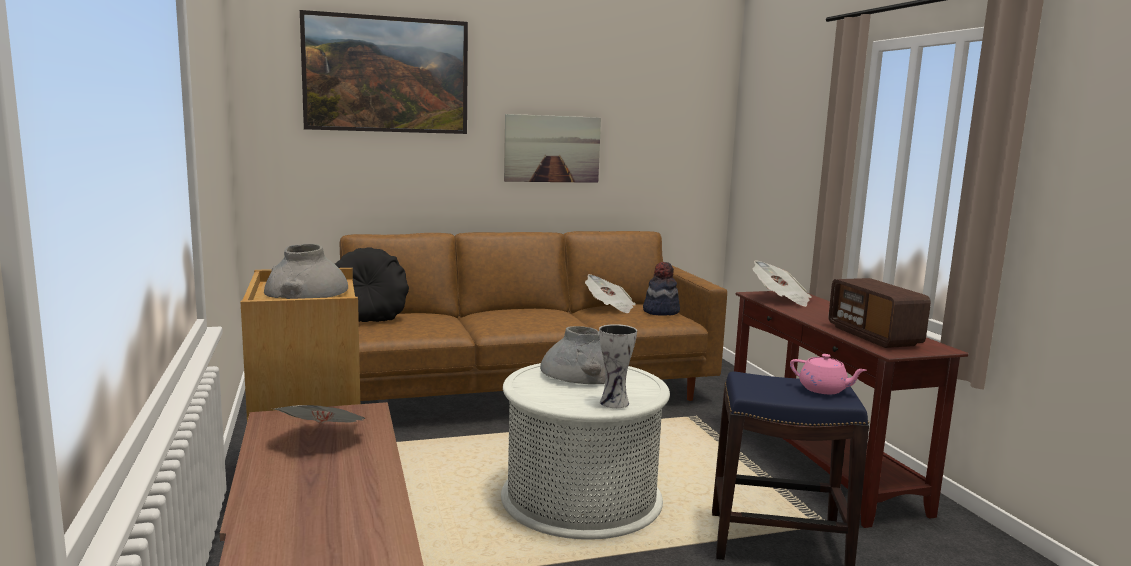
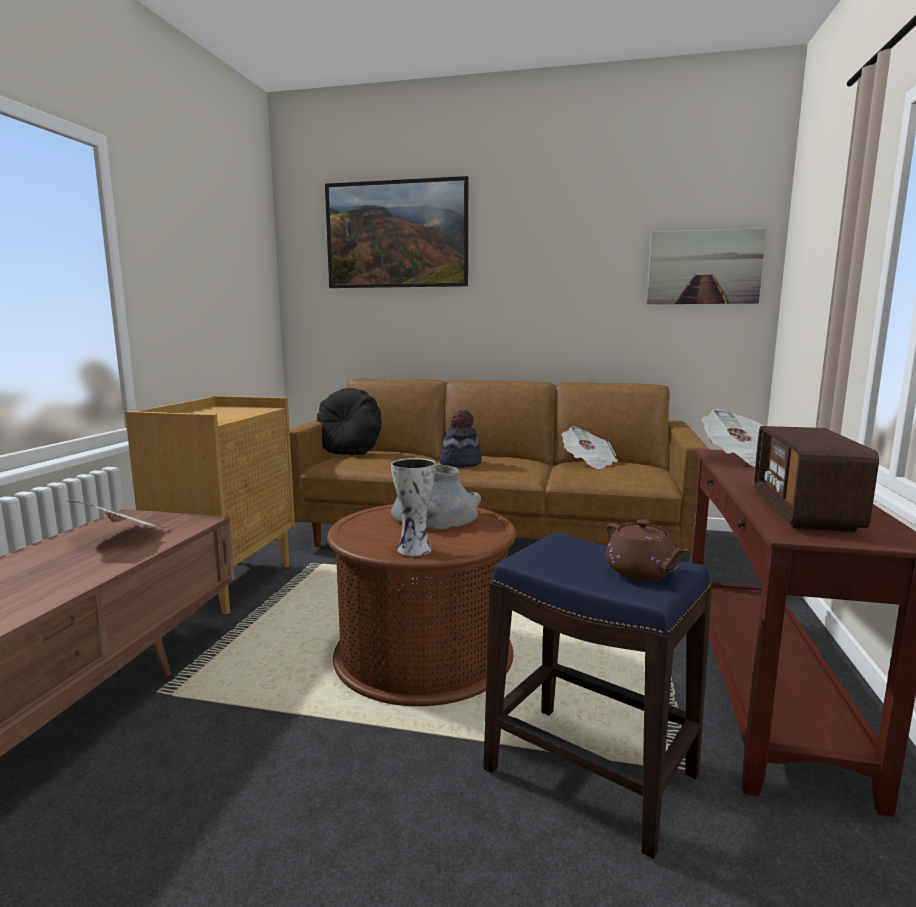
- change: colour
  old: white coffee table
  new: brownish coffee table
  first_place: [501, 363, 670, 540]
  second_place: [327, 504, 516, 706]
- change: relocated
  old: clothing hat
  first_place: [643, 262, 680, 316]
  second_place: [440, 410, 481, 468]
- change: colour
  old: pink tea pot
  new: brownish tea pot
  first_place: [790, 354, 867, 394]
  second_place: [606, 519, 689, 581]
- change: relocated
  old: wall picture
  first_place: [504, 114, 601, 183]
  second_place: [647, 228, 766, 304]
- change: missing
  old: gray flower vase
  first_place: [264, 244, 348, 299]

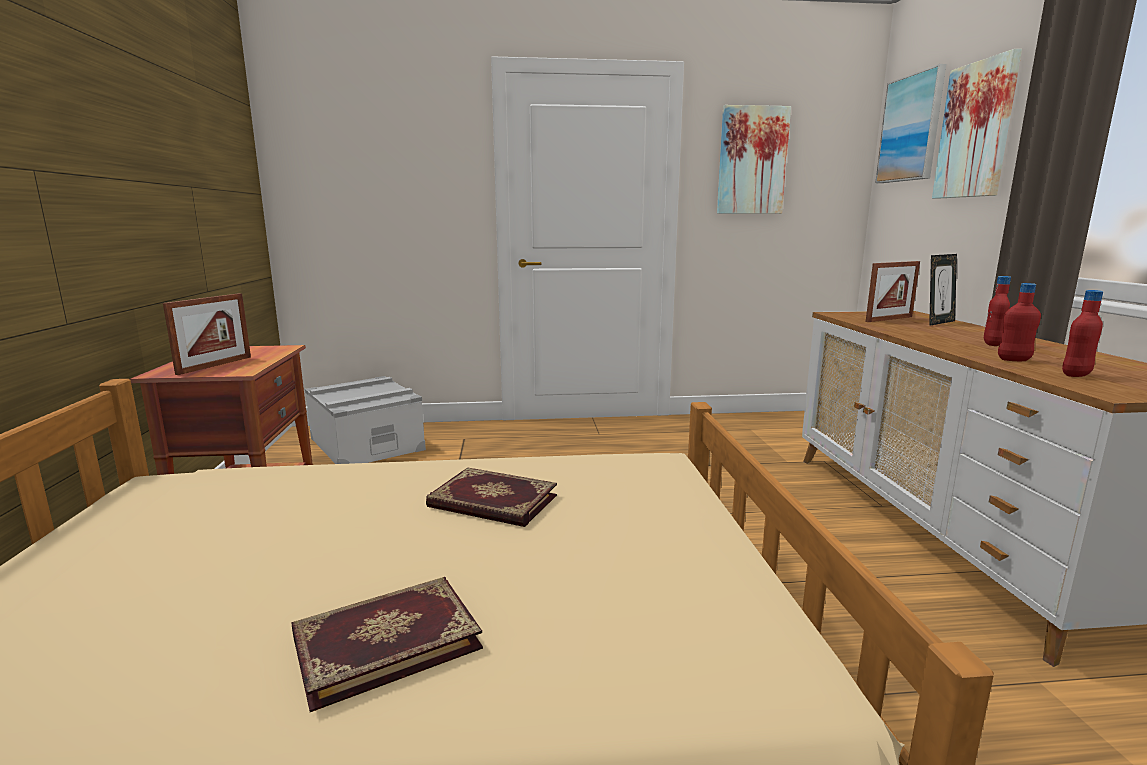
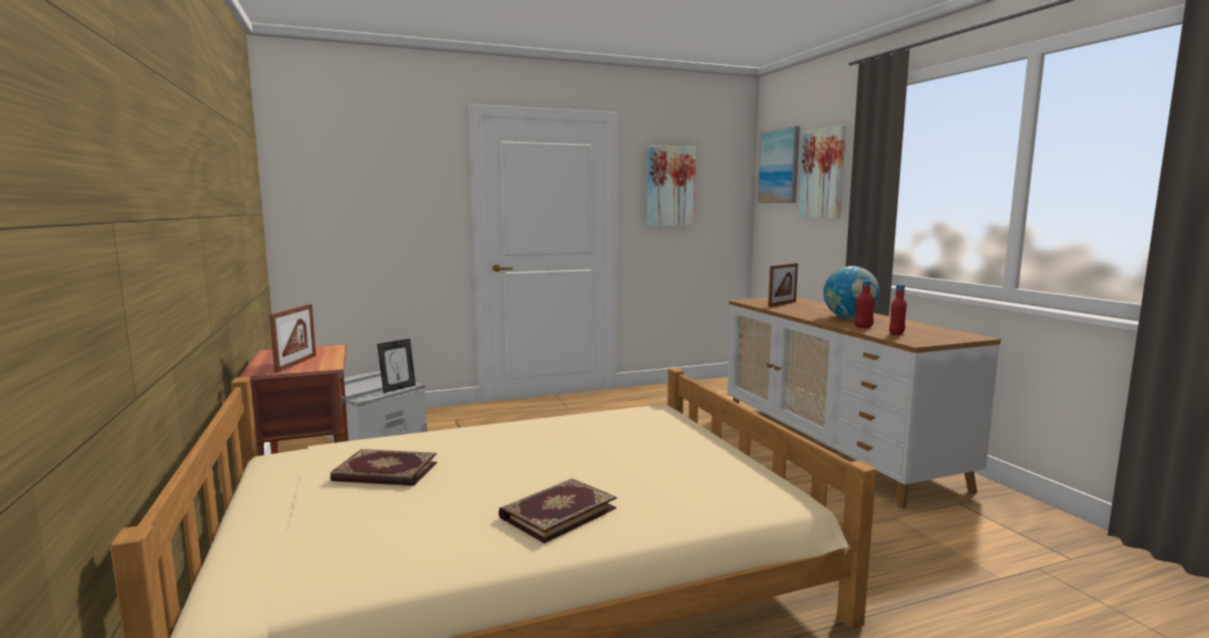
- change: relocated
  old: book
  first_place: [426, 467, 557, 527]
  second_place: [330, 449, 437, 486]
- change: relocated
  old: photo frame
  first_place: [929, 254, 957, 326]
  second_place: [377, 339, 416, 393]
- change: exchanged
  old: red drink bottle
  new: globe
  first_place: [984, 276, 1011, 346]
  second_place: [823, 266, 880, 319]

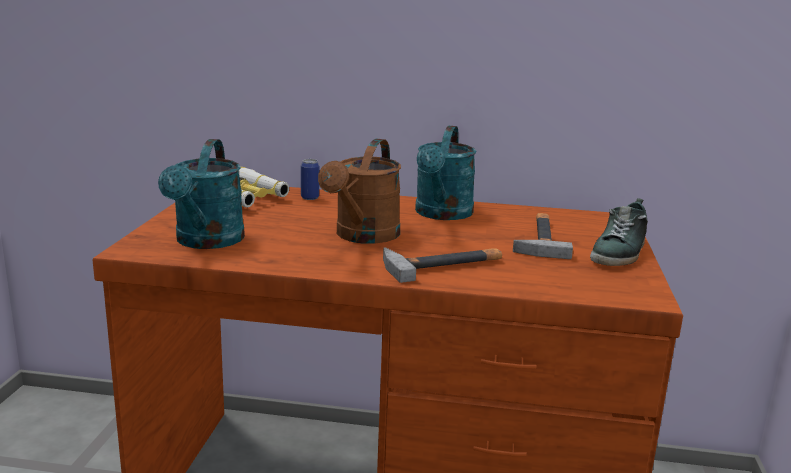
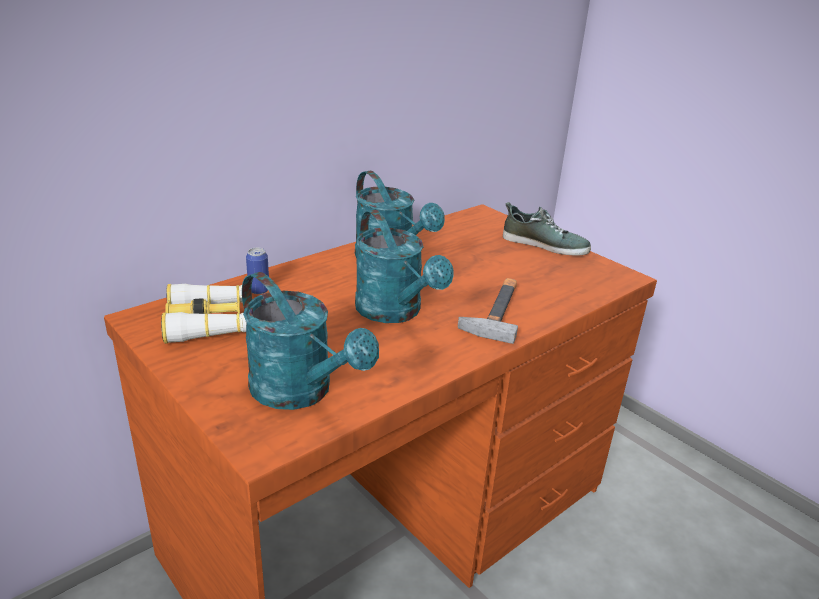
- change: colour
  old: brownish watering pot
  new: blue-green watering pot
  first_place: [318, 139, 401, 244]
  second_place: [355, 210, 453, 323]
- change: spun
  old: low shoe
  first_place: [590, 198, 648, 266]
  second_place: [503, 202, 591, 256]
  degrees: -45
- change: missing
  old: hammer
  first_place: [513, 213, 573, 259]

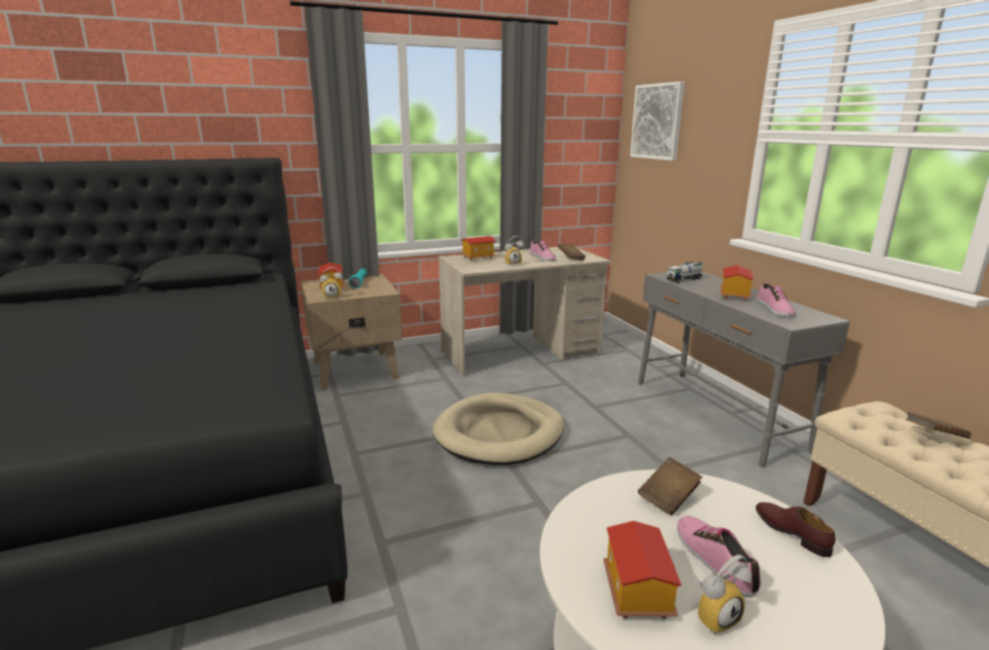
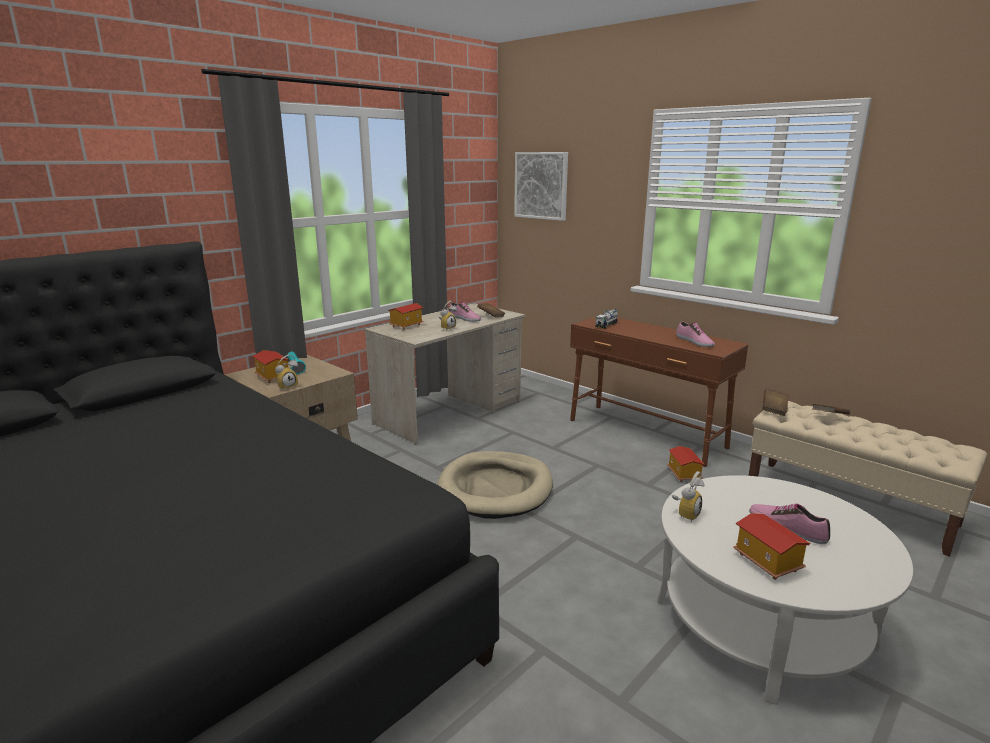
- change: colour
  old: gray console table
  new: brownish console table
  first_place: [638, 272, 850, 467]
  second_place: [570, 317, 748, 467]
- change: relocated
  old: model house
  first_place: [720, 265, 754, 301]
  second_place: [667, 446, 704, 482]
- change: relocated
  old: bedside clock
  first_place: [693, 555, 752, 635]
  second_place: [671, 471, 705, 522]
- change: relocated
  old: brownish book
  first_place: [638, 457, 702, 516]
  second_place: [762, 388, 788, 416]
- change: missing
  old: brownish low shoe
  first_place: [756, 502, 835, 557]

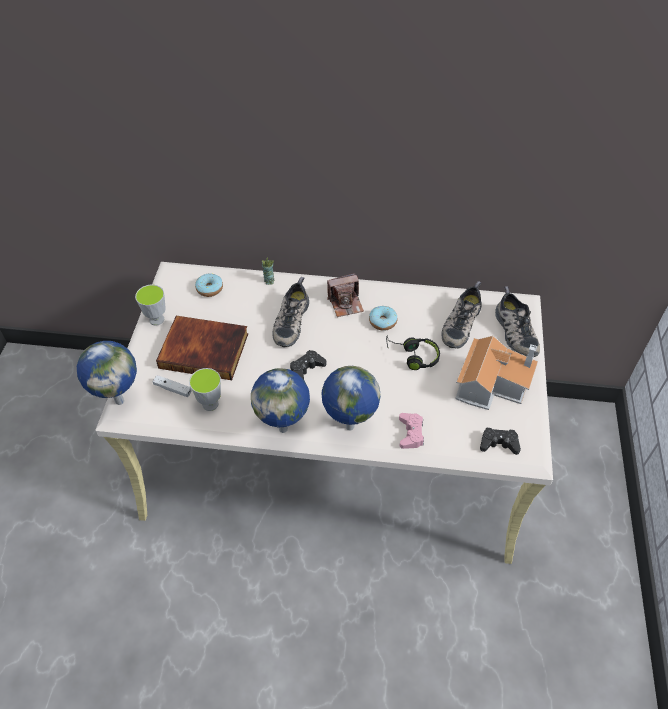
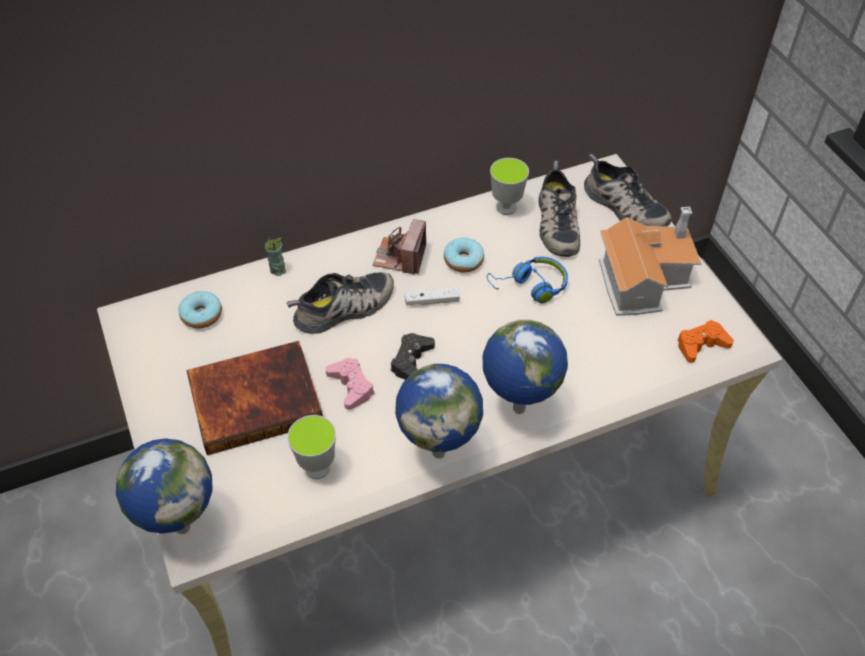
- change: spun
  old: low shoe
  first_place: [272, 277, 309, 347]
  second_place: [287, 272, 394, 334]
  degrees: -105
- change: relocated
  old: pink joypad
  first_place: [399, 413, 424, 449]
  second_place: [325, 358, 374, 410]
- change: spun
  old: photo camera
  first_place: [327, 273, 364, 317]
  second_place: [373, 219, 426, 275]
  degrees: 150
- change: relocated
  old: white joypad
  first_place: [153, 375, 192, 397]
  second_place: [405, 287, 460, 305]
- change: colour
  old: black-coloured headset
  new: blue headset
  first_place: [386, 336, 440, 370]
  second_place: [487, 257, 568, 303]
- change: relocated
  old: small cup
  first_place: [135, 285, 166, 325]
  second_place: [490, 158, 529, 215]
- change: colour
  old: black-coloured joypad
  new: orange-coloured joypad
  first_place: [480, 428, 521, 455]
  second_place: [678, 320, 734, 363]

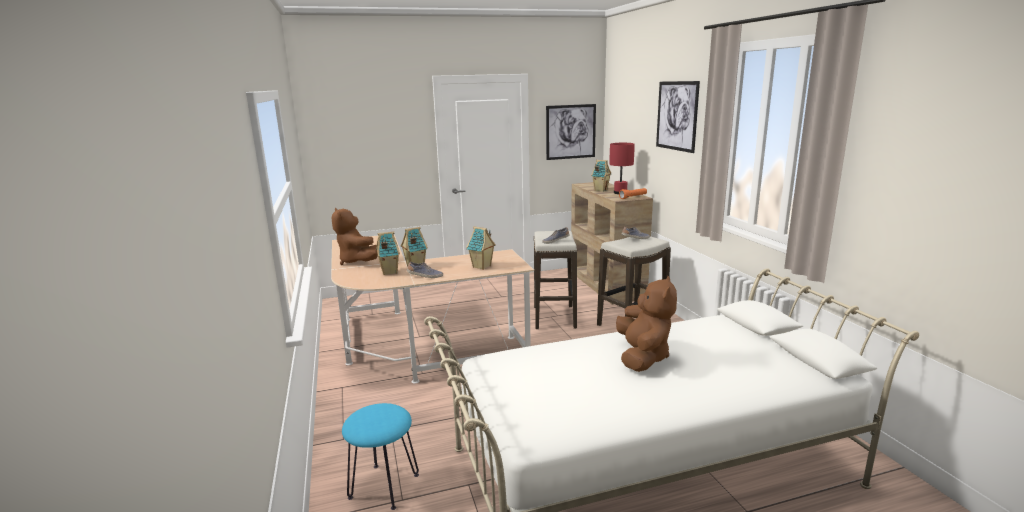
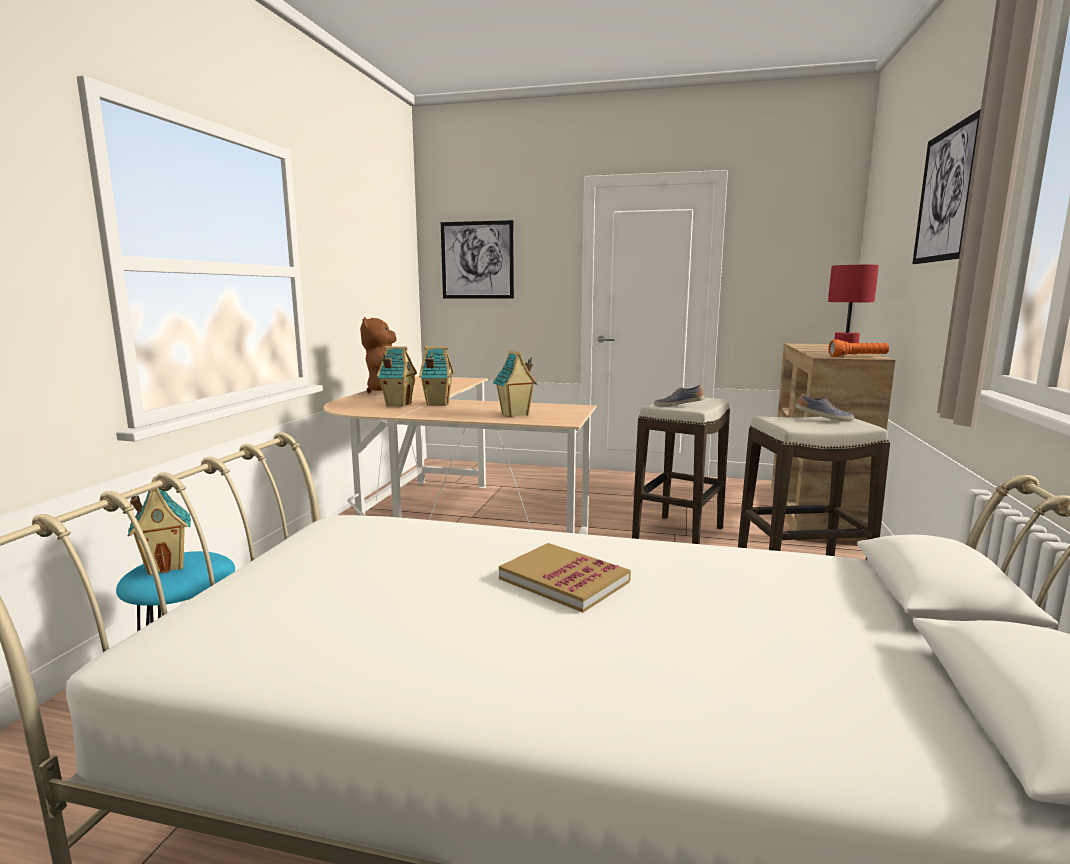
- change: relocated
  old: model house
  first_place: [591, 160, 611, 191]
  second_place: [128, 477, 191, 575]
- change: relocated
  old: wall picture
  first_place: [546, 104, 596, 160]
  second_place: [441, 220, 514, 299]
- change: exchanged
  old: brownish soft toy
  new: book
  first_place: [616, 276, 677, 372]
  second_place: [499, 543, 631, 613]
- change: missing
  old: low shoe
  first_place: [407, 262, 443, 278]

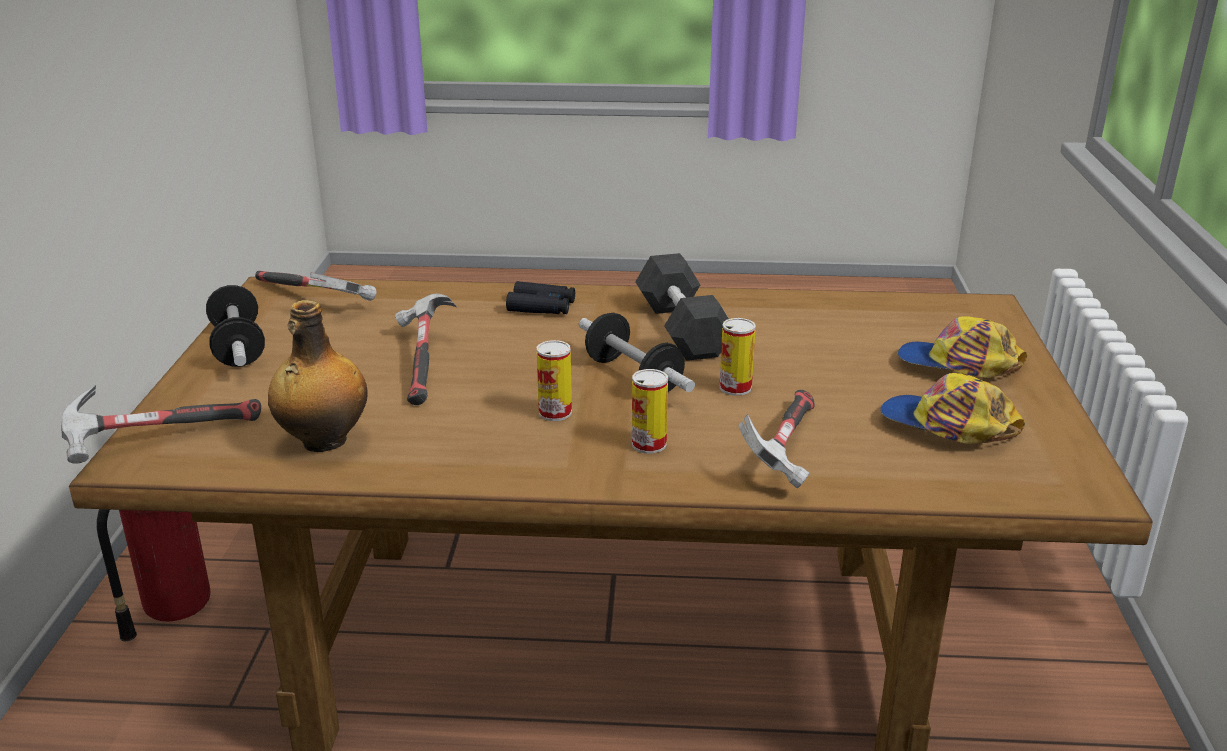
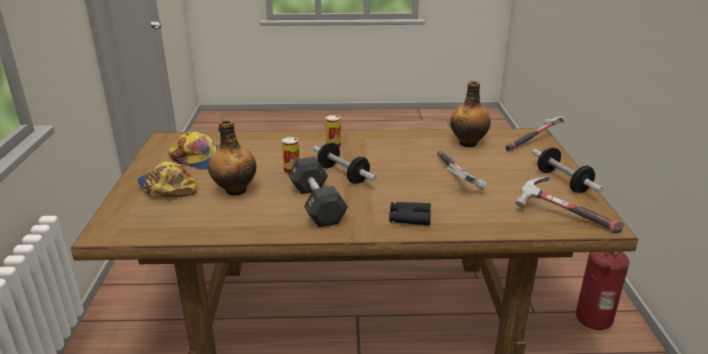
- change: spun
  old: cap
  first_place: [898, 316, 1027, 378]
  second_place: [137, 162, 197, 197]
  degrees: -150
- change: appeared
  new: drink bottle
  second_place: [208, 119, 256, 195]
- change: missing
  old: sealed can
  first_place: [537, 340, 572, 421]
- change: missing
  old: hammer
  first_place: [738, 390, 815, 488]

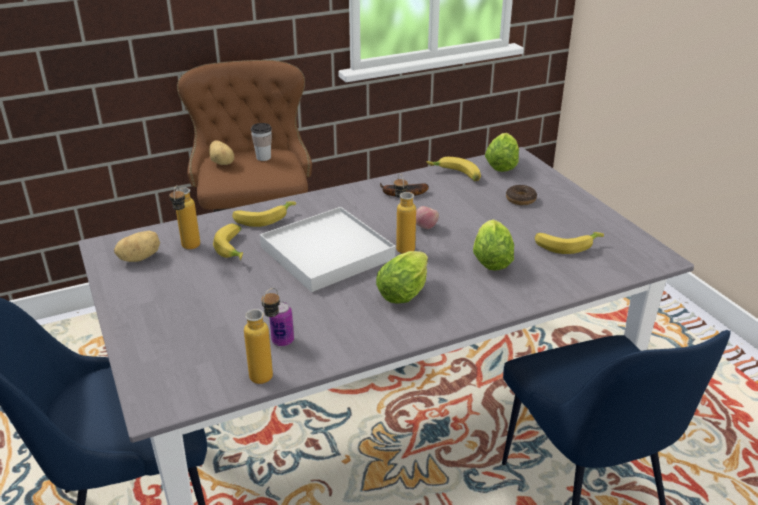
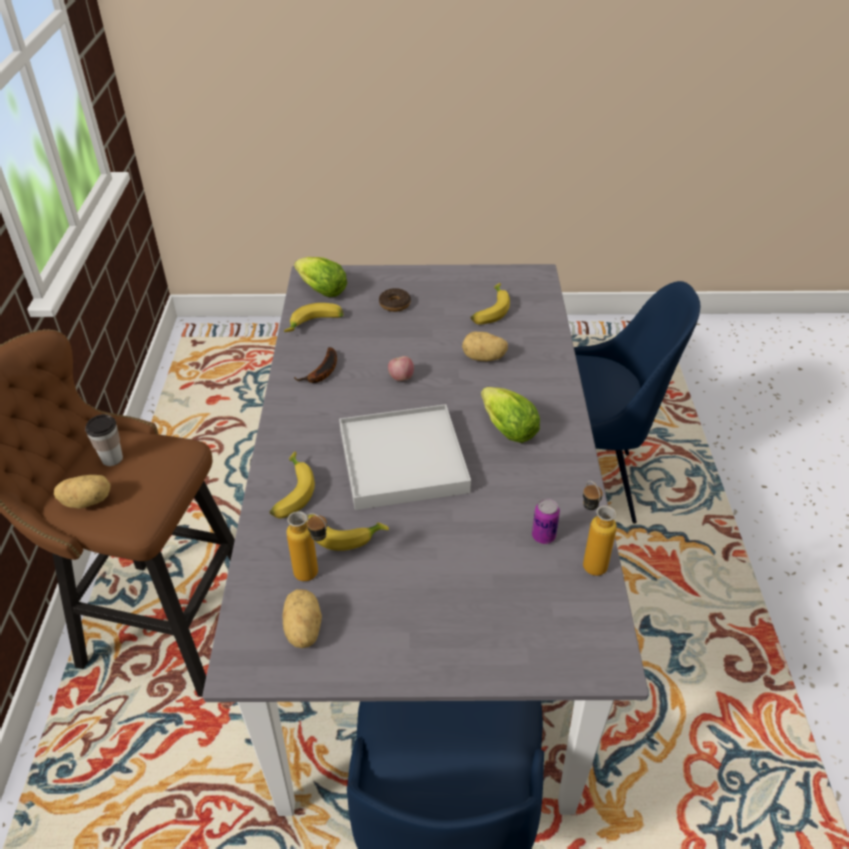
- change: exchanged
  old: lettuce
  new: whole potato
  first_place: [473, 219, 514, 271]
  second_place: [462, 332, 508, 361]
- change: missing
  old: drink bottle
  first_place: [394, 174, 416, 254]

